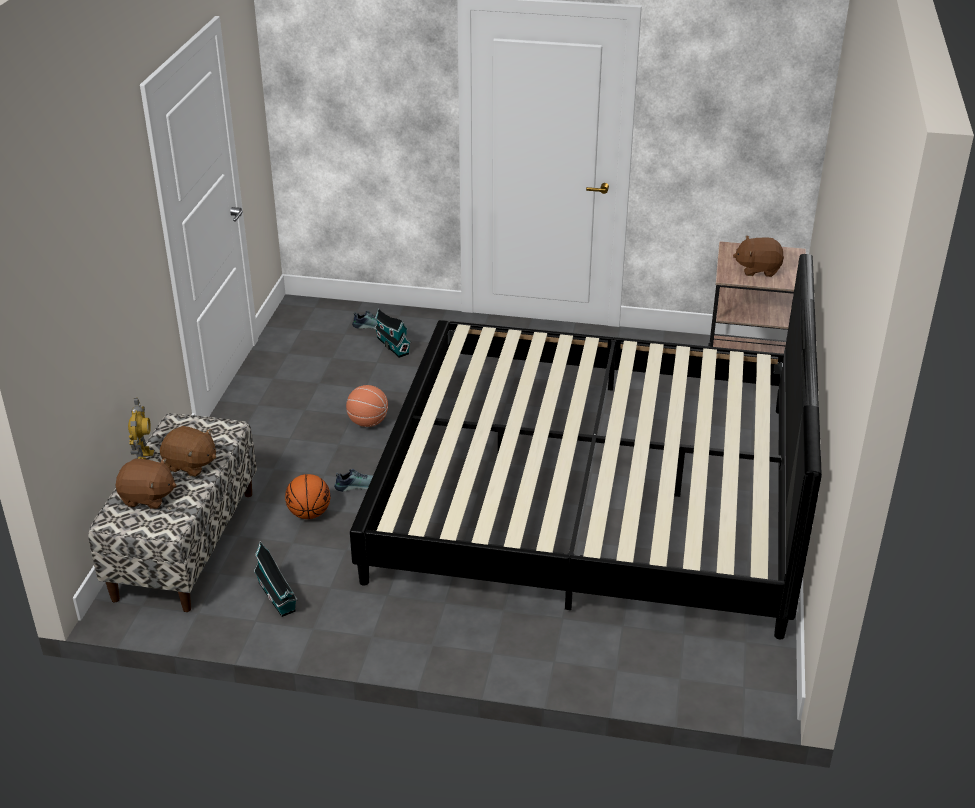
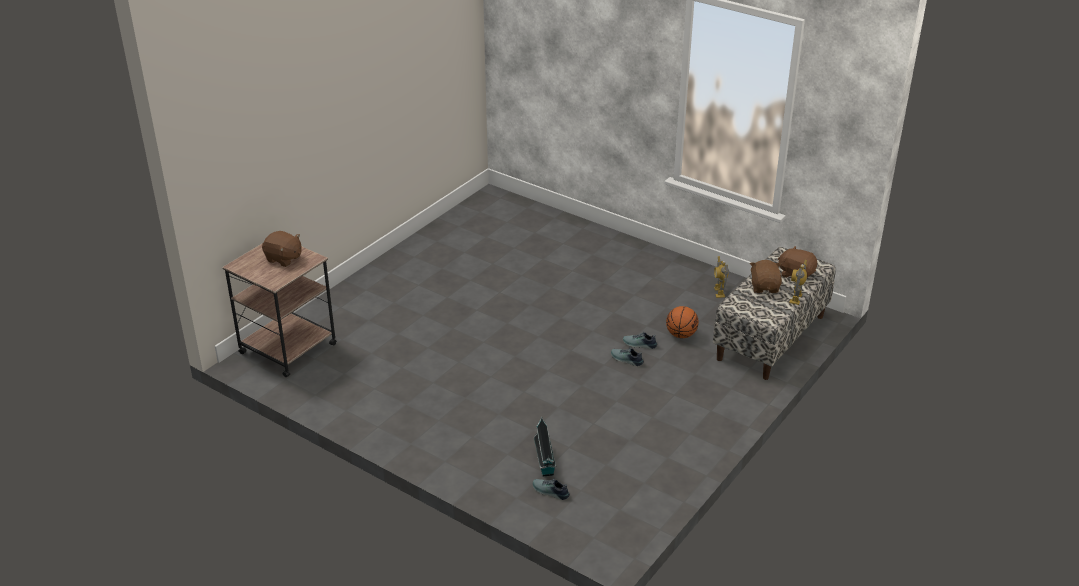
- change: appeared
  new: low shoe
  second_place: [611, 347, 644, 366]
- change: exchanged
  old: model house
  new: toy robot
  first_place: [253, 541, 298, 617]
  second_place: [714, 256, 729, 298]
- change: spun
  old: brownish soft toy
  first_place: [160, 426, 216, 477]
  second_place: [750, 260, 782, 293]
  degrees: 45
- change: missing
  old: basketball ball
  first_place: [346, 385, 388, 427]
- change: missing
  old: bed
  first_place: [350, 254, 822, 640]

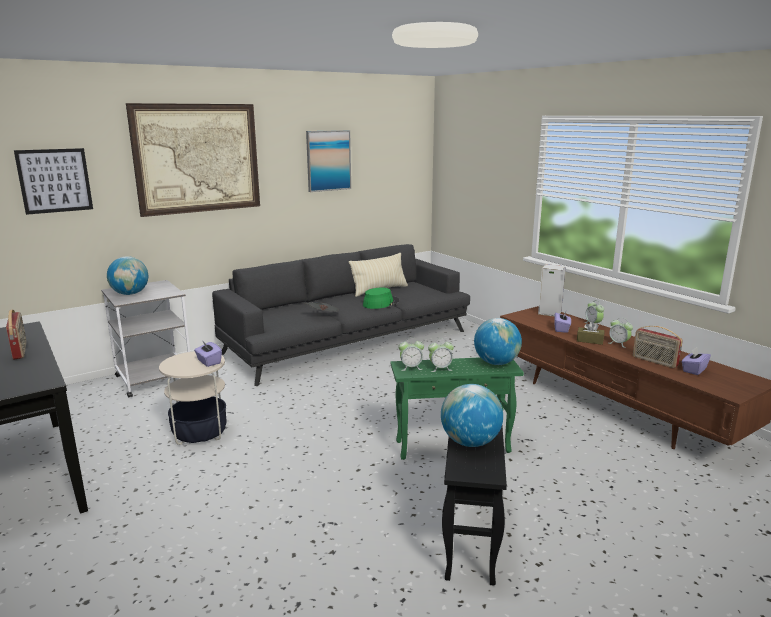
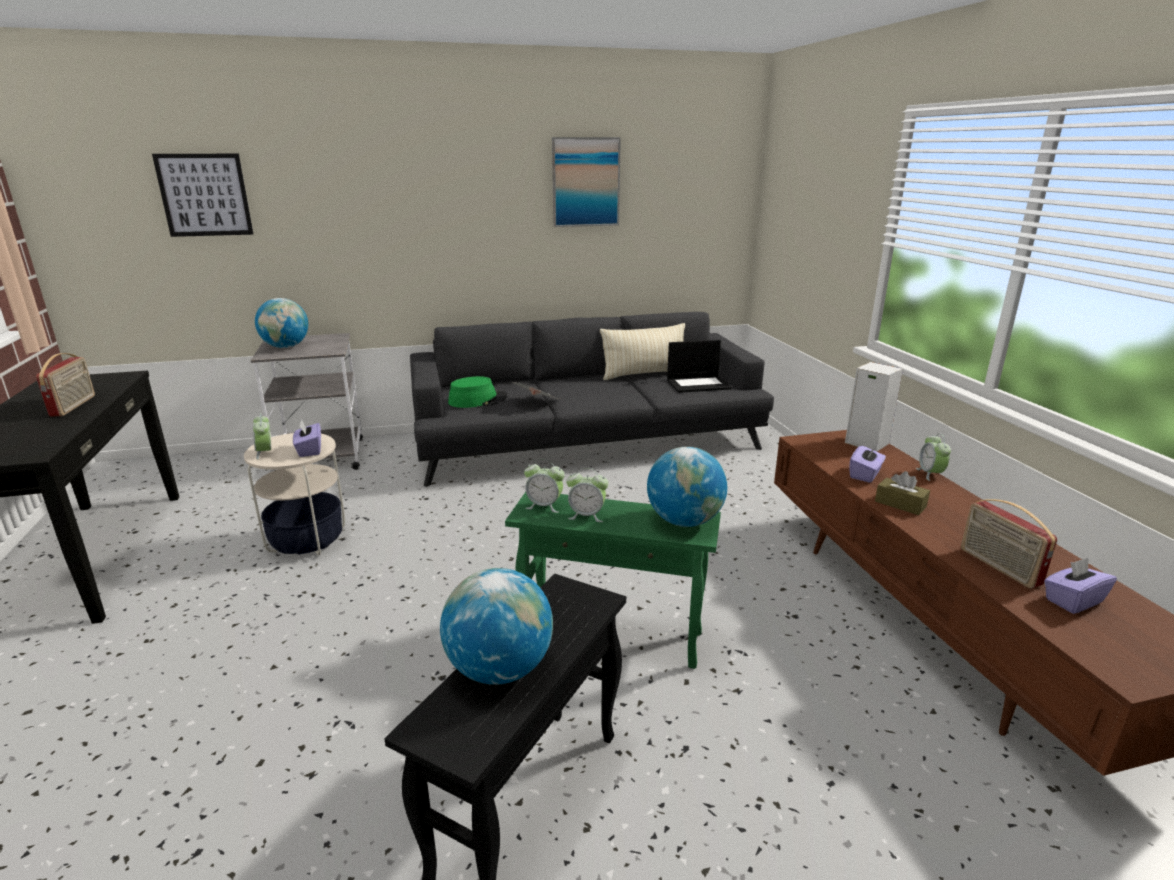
- change: relocated
  old: bedside clock
  first_place: [609, 318, 633, 348]
  second_place: [253, 413, 271, 459]
- change: relocated
  old: green-coloured clothing hat
  first_place: [363, 288, 399, 309]
  second_place: [448, 376, 508, 408]
- change: appeared
  new: laptop
  second_place: [667, 340, 732, 393]
- change: missing
  old: wall picture
  first_place: [126, 103, 260, 217]

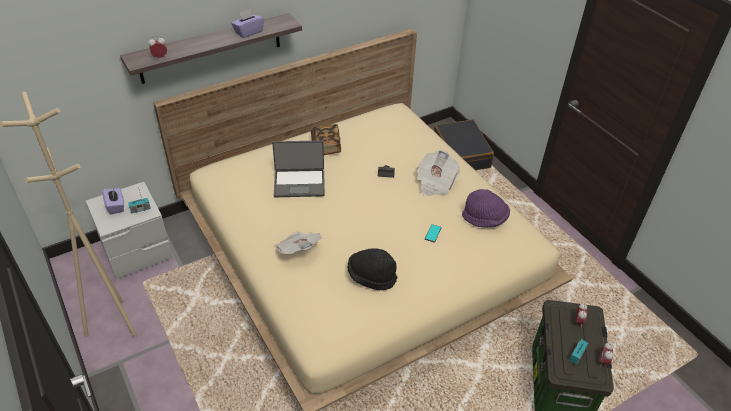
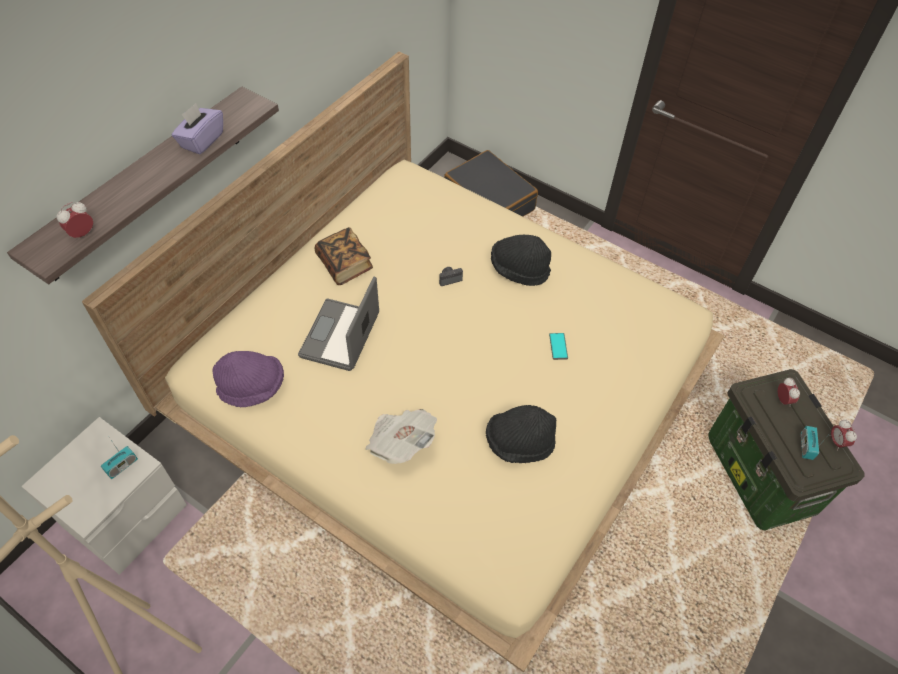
- change: relocated
  old: purple-coloured clothing hat
  first_place: [462, 189, 510, 228]
  second_place: [213, 351, 284, 407]
- change: spun
  old: laptop
  first_place: [272, 140, 325, 197]
  second_place: [298, 277, 379, 371]
  degrees: 135
- change: exchanged
  old: newspaper
  new: black-coloured clothing hat
  first_place: [417, 150, 460, 196]
  second_place: [491, 235, 551, 286]
- change: missing
  old: purple-coloured tissue holder
  first_place: [102, 187, 124, 215]

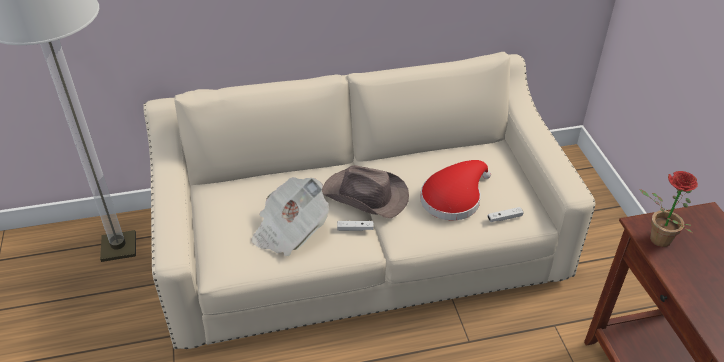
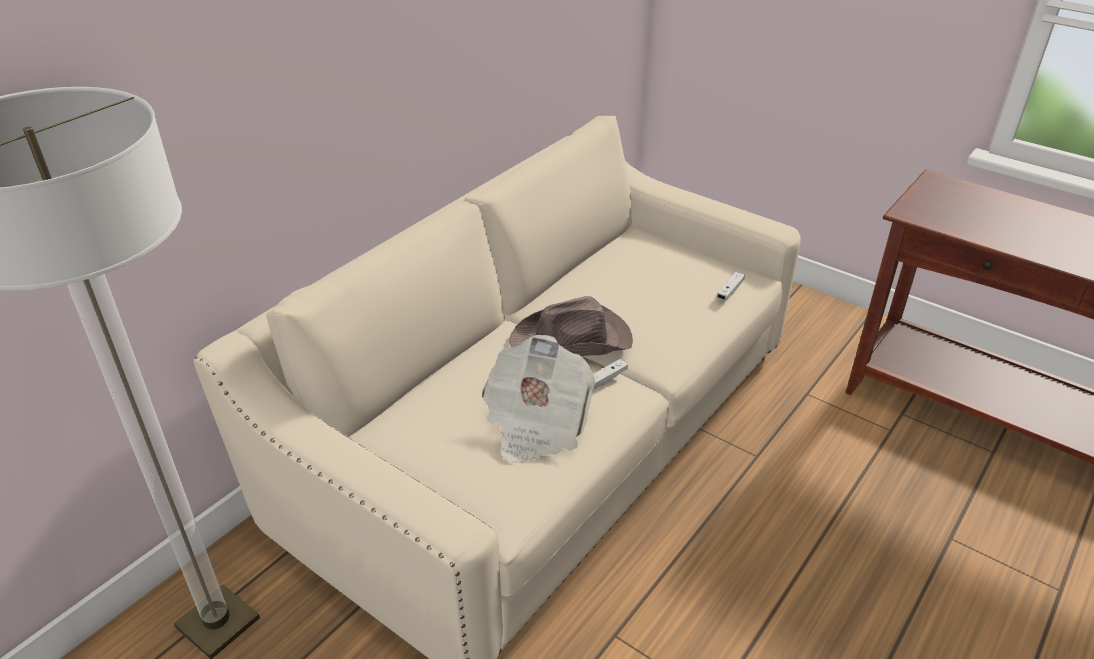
- change: missing
  old: red clothing hat
  first_place: [420, 160, 491, 220]
- change: missing
  old: plant in a pot
  first_place: [639, 171, 698, 247]

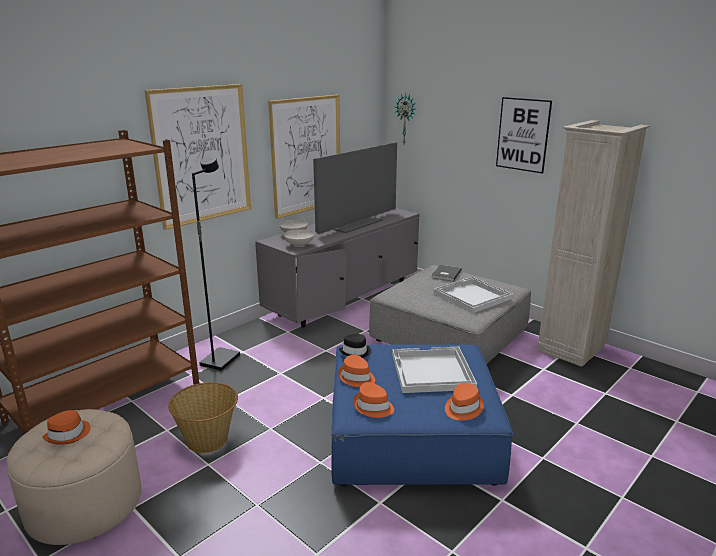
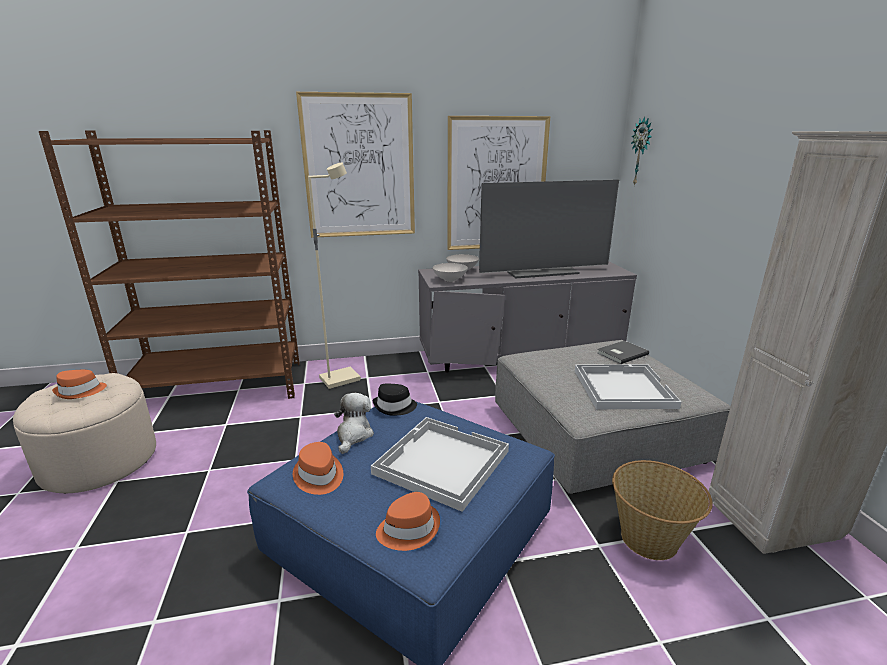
- change: colour
  old: black-coloured standard lamp
  new: beige standard lamp
  first_place: [192, 156, 240, 371]
  second_place: [308, 163, 361, 389]
- change: exchanged
  old: orange-coloured clothing hat
  new: soft toy
  first_place: [338, 355, 375, 387]
  second_place: [334, 393, 374, 454]
- change: relocated
  old: storage basket
  first_place: [168, 382, 238, 453]
  second_place: [612, 460, 713, 560]
- change: missing
  old: wall picture
  first_place: [496, 97, 552, 174]

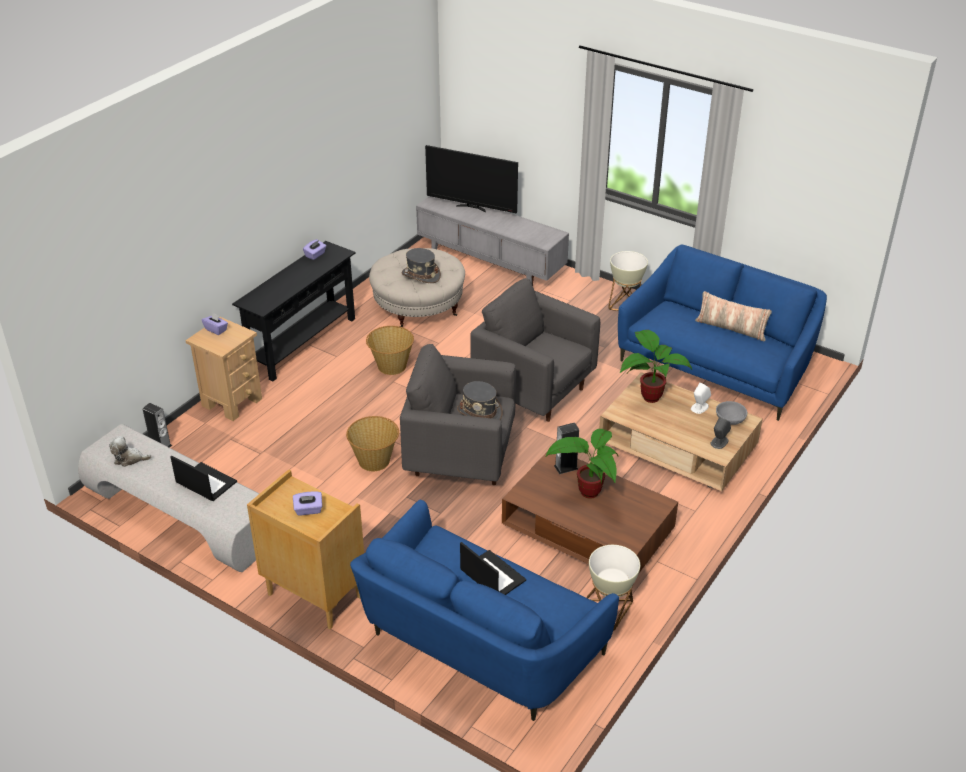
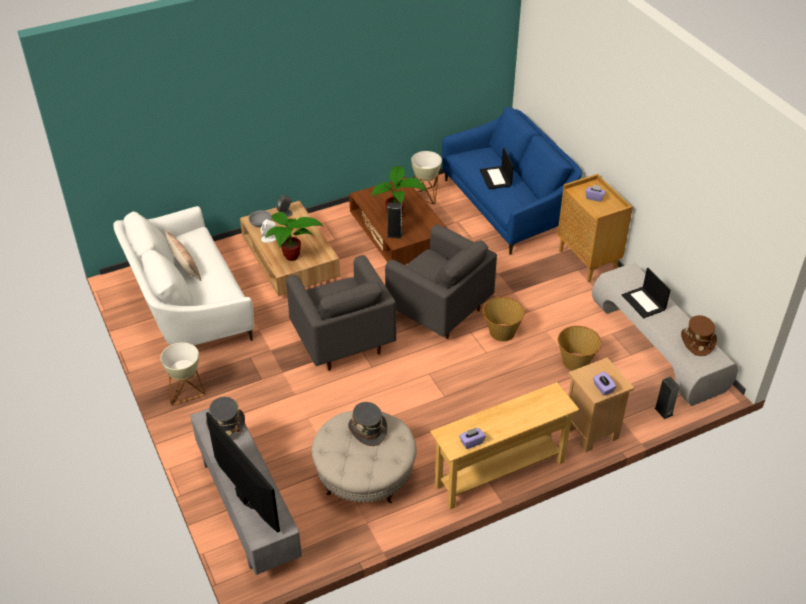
- change: colour
  old: blue settee
  new: white settee
  first_place: [618, 245, 827, 421]
  second_place: [113, 206, 254, 346]
- change: relocated
  old: gray clothing hat
  first_place: [457, 381, 502, 420]
  second_place: [206, 397, 245, 440]
- change: colour
  old: black-coloured console table
  new: beige console table
  first_place: [232, 241, 356, 381]
  second_place: [430, 382, 580, 510]
- change: relocated
  old: storage basket
  first_place: [366, 326, 414, 375]
  second_place: [558, 326, 602, 371]
- change: exchanged
  old: soft toy
  new: brownish clothing hat
  first_place: [109, 436, 152, 467]
  second_place: [681, 315, 717, 356]

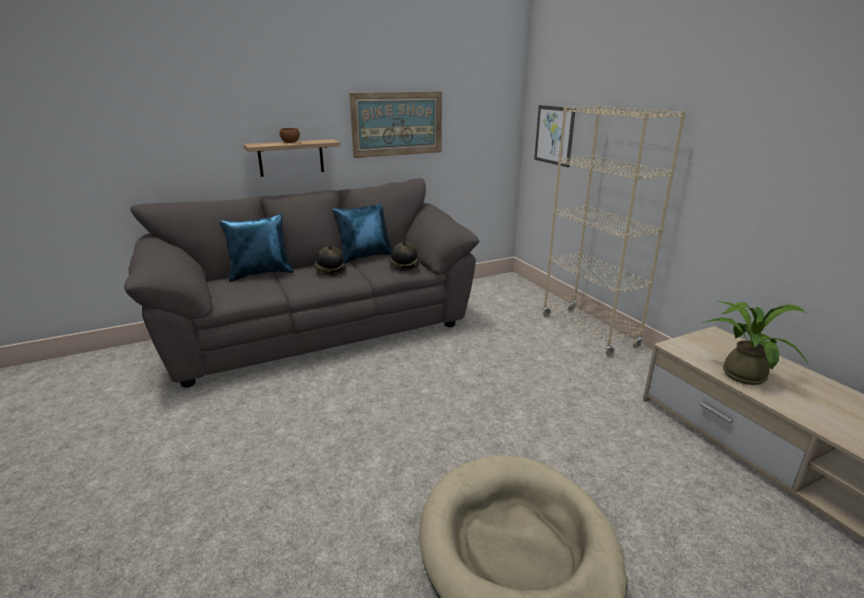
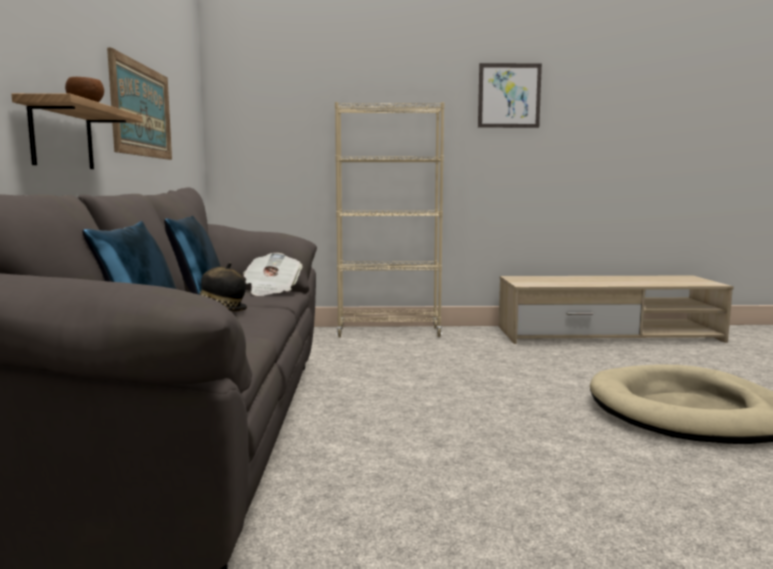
- change: exchanged
  old: clothing hat
  new: newspaper
  first_place: [389, 242, 420, 271]
  second_place: [243, 253, 303, 296]
- change: relocated
  old: wall picture
  first_place: [534, 105, 575, 167]
  second_place: [478, 63, 542, 128]
- change: missing
  old: plant in a pot
  first_place: [702, 301, 809, 385]

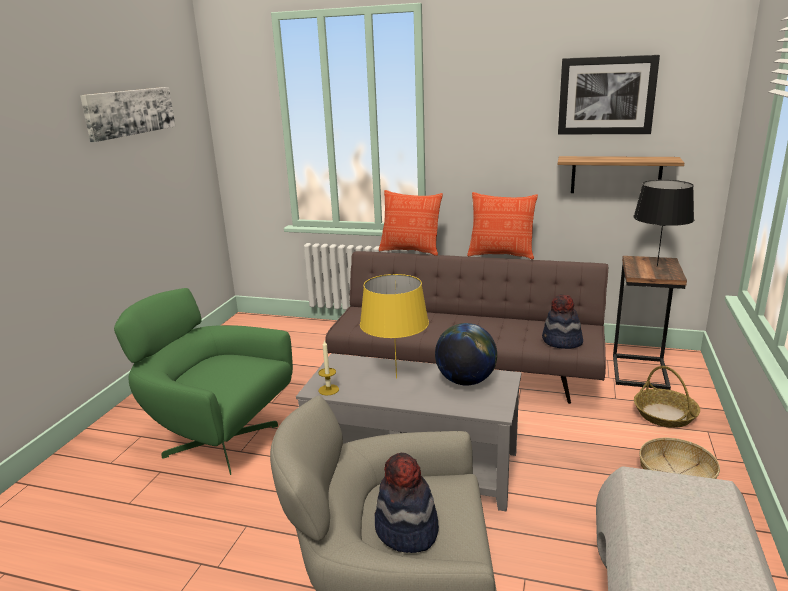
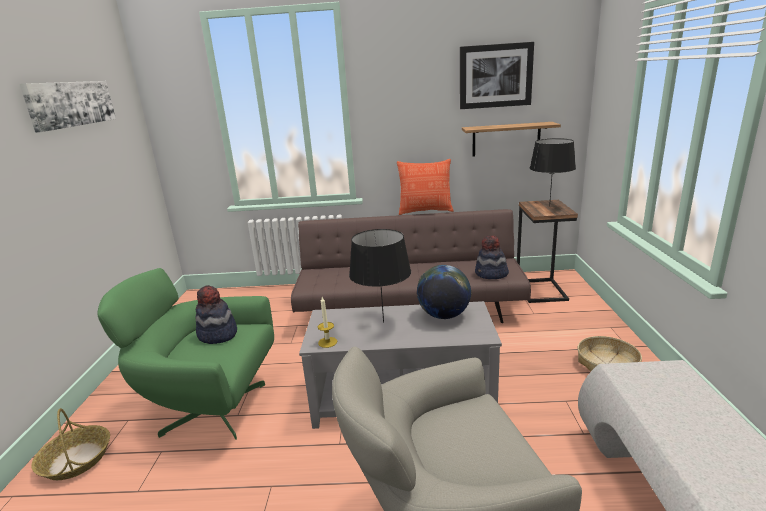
- change: relocated
  old: storage basket
  first_place: [634, 366, 700, 428]
  second_place: [32, 408, 110, 480]
- change: relocated
  old: clothing hat
  first_place: [374, 453, 439, 553]
  second_place: [196, 285, 237, 344]
- change: colour
  old: yellowish lamp for a table
  new: black-coloured lamp for a table
  first_place: [360, 274, 429, 379]
  second_place: [349, 229, 411, 323]
- change: missing
  old: orange-coloured pillow
  first_place: [379, 190, 443, 256]

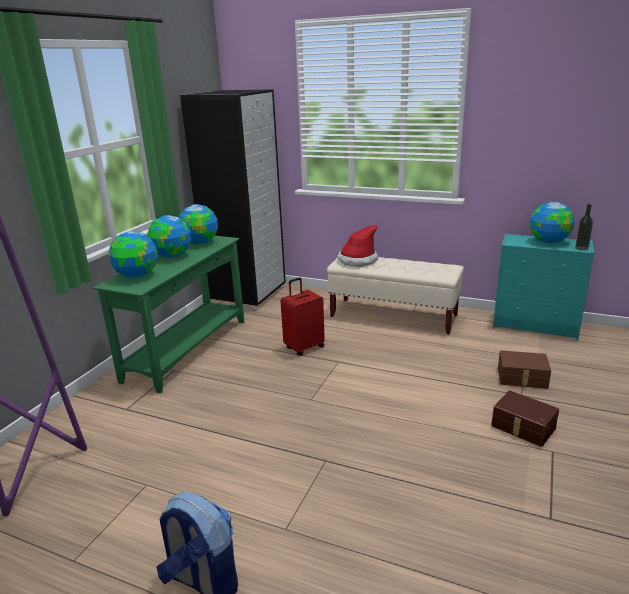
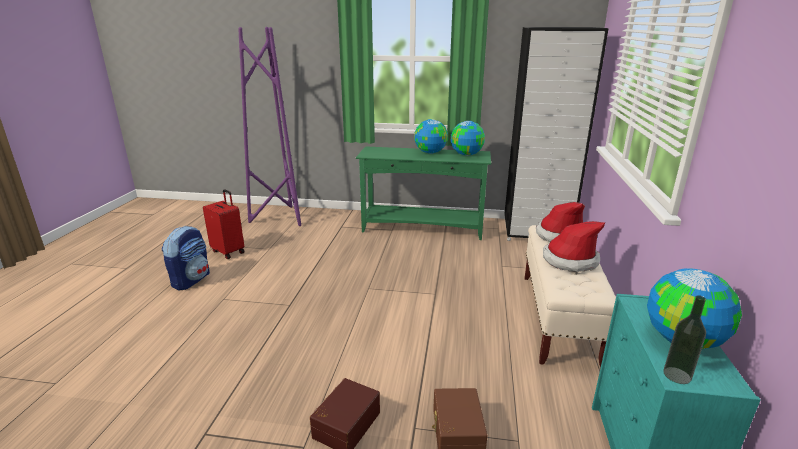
- change: relocated
  old: red travel case
  first_place: [280, 278, 325, 356]
  second_place: [203, 189, 245, 259]
- change: appeared
  new: clothing hat
  second_place: [543, 221, 605, 272]
- change: missing
  old: globe
  first_place: [108, 231, 158, 278]

